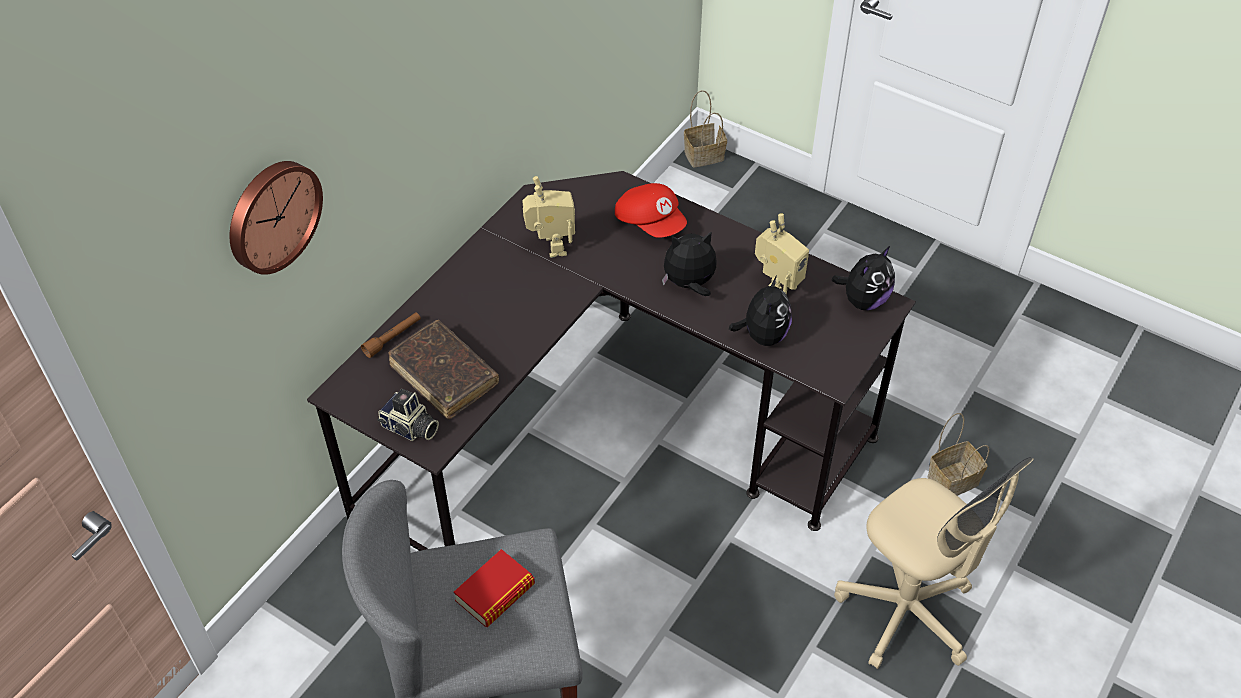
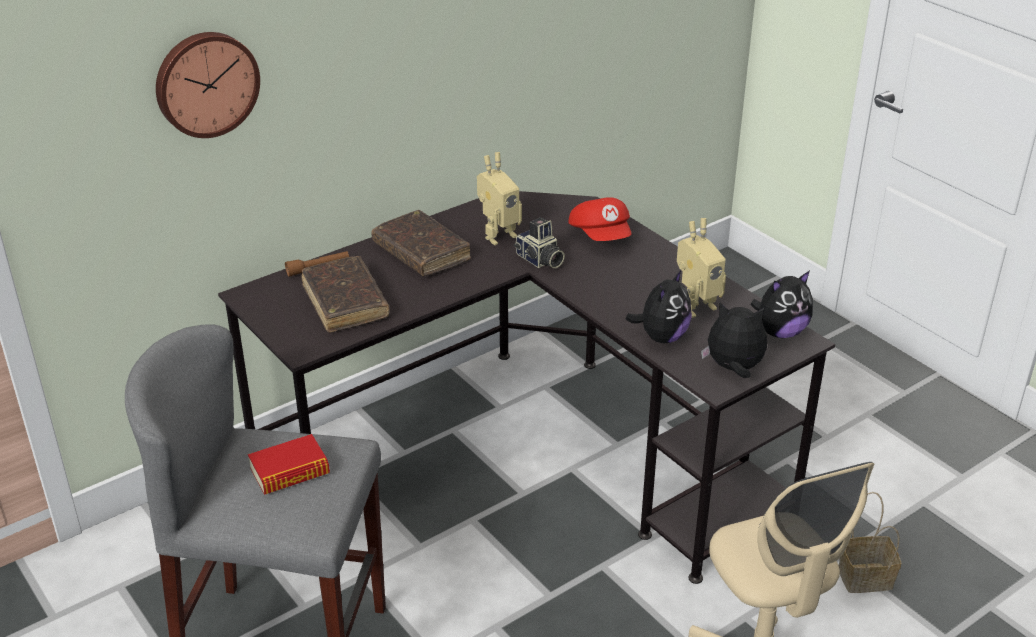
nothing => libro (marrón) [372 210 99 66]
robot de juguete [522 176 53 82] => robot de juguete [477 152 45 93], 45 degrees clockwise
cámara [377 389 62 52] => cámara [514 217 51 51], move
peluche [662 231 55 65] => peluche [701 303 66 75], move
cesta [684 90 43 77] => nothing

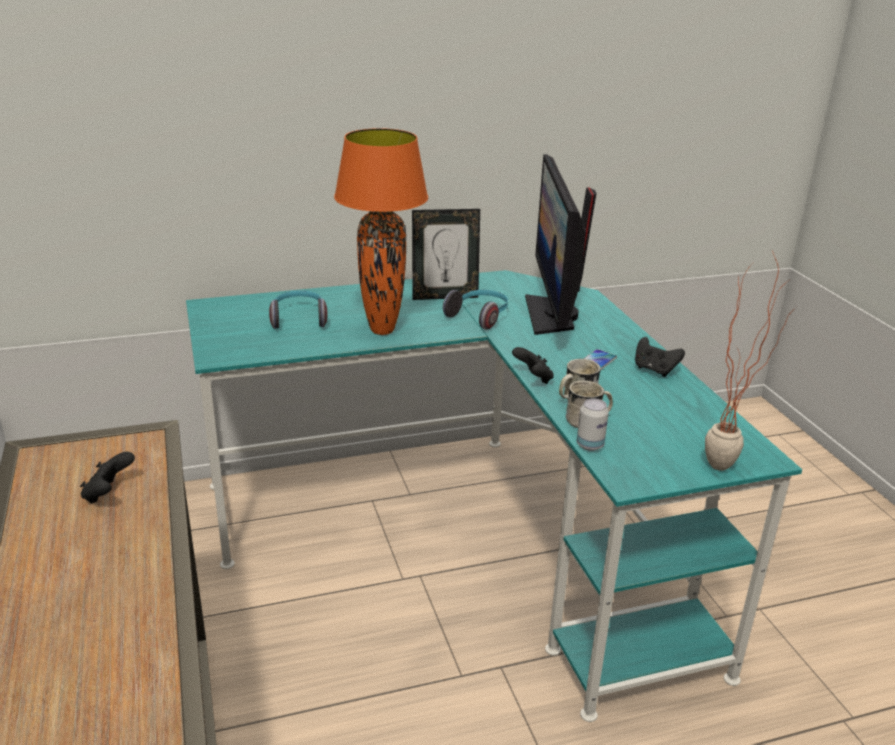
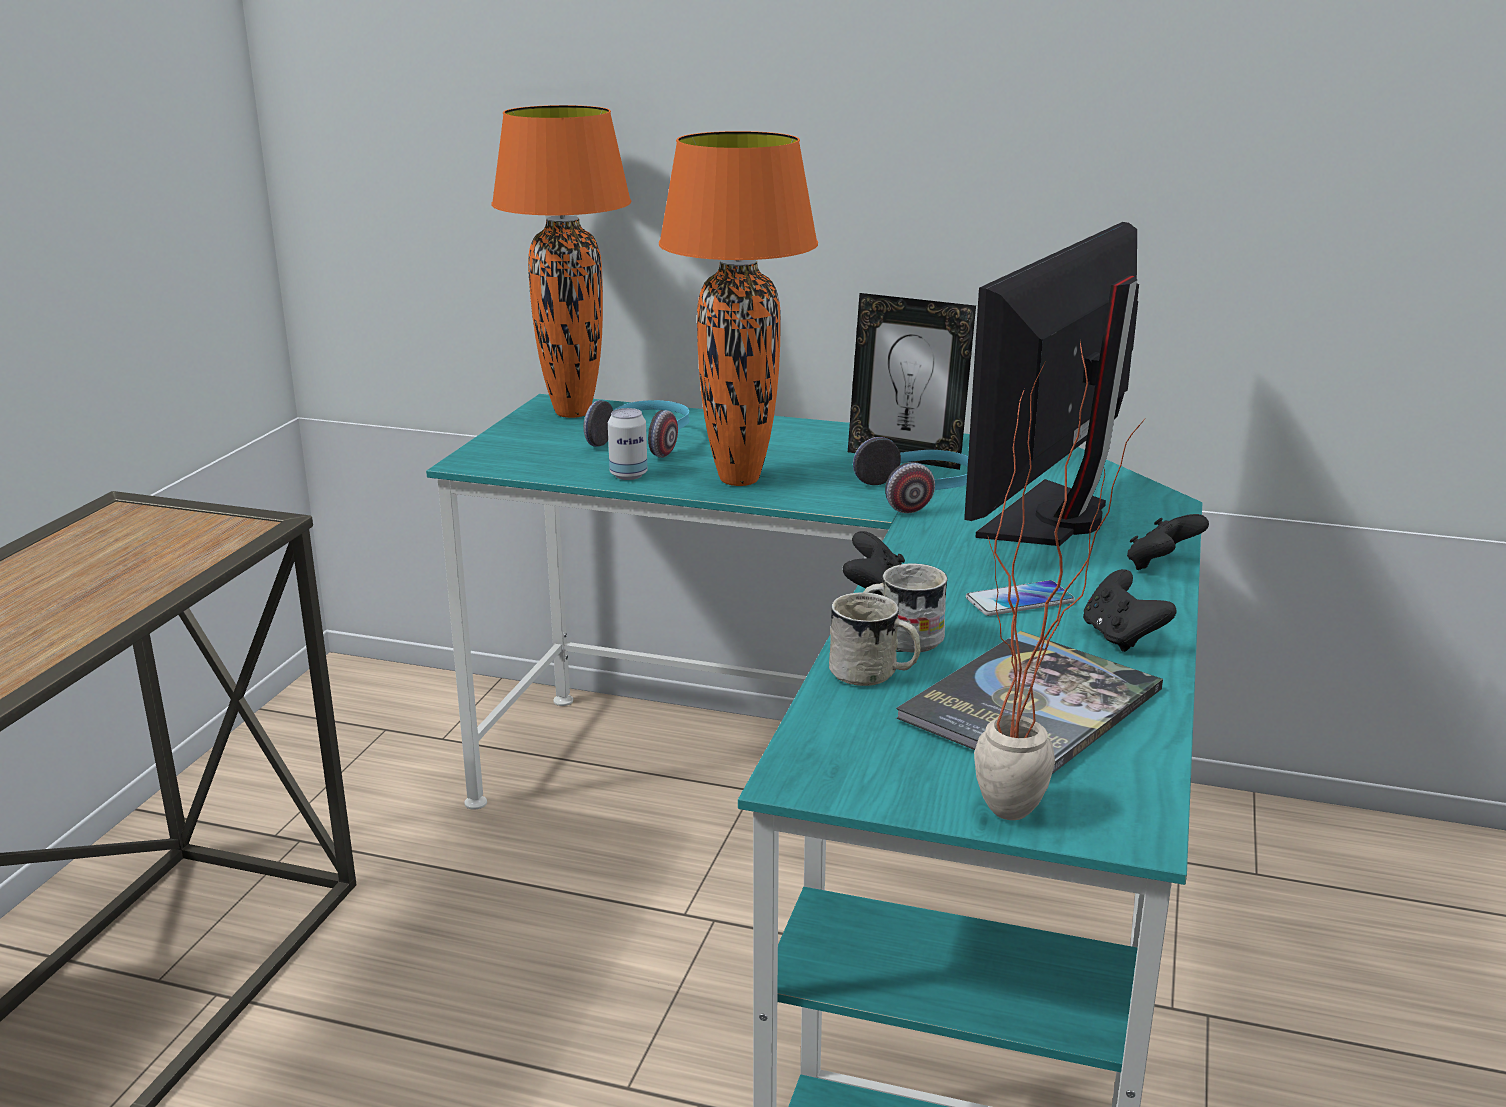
nothing => lámpara de mesa (naranja) [491 105 141 313]
lata [577 398 32 53] => lata [608 408 40 72], move
nothing => libro [896 631 267 143]
mando de consola (negro) [80 452 55 52] => mando de consola (negro) [1127 514 82 56], move

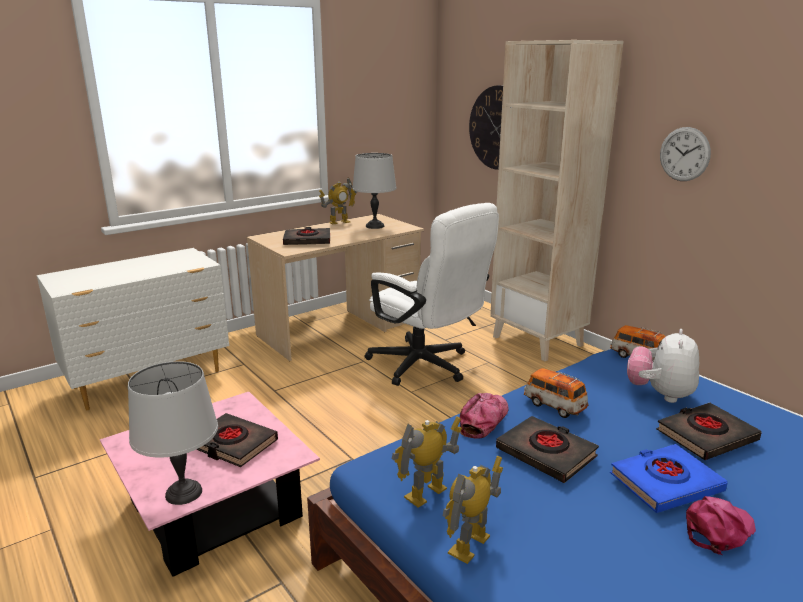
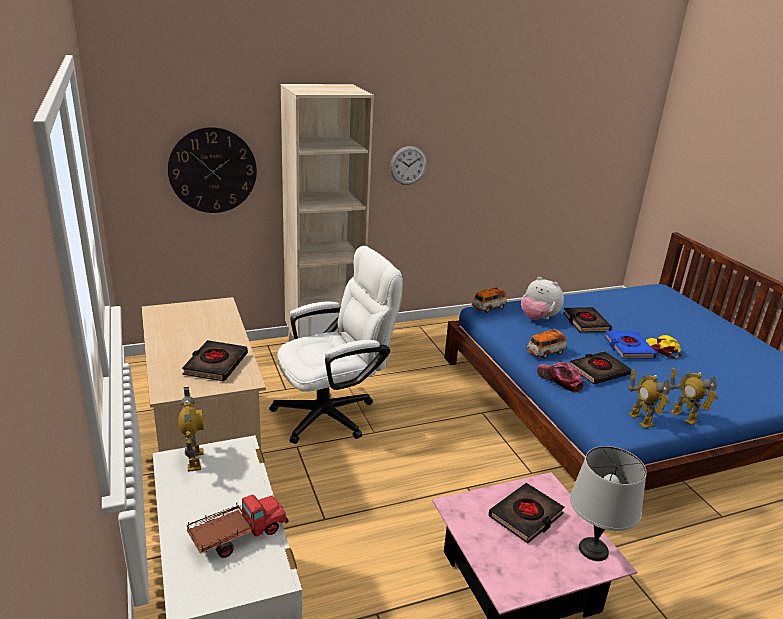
robot de juguete [319 177 38 48] => robot de juguete [178 387 26 85], move
nothing => camión de juguete [187 494 102 64]
gorra (rosa) [686 496 70 59] => gorra (amarillo) [646 335 36 23]
lámpara de mesa (gris) [352 153 45 76] => nothing

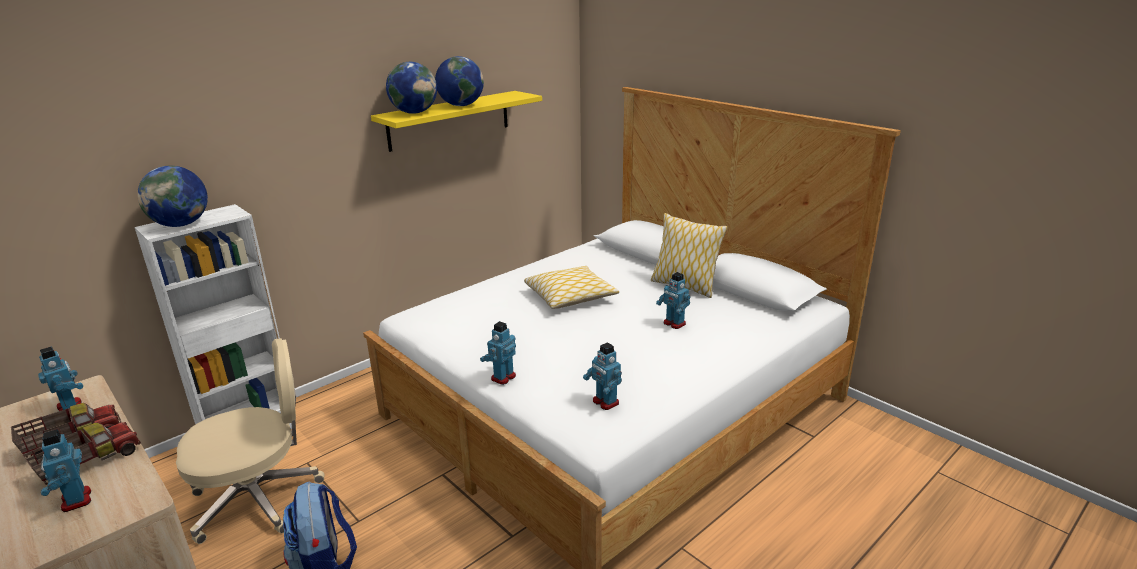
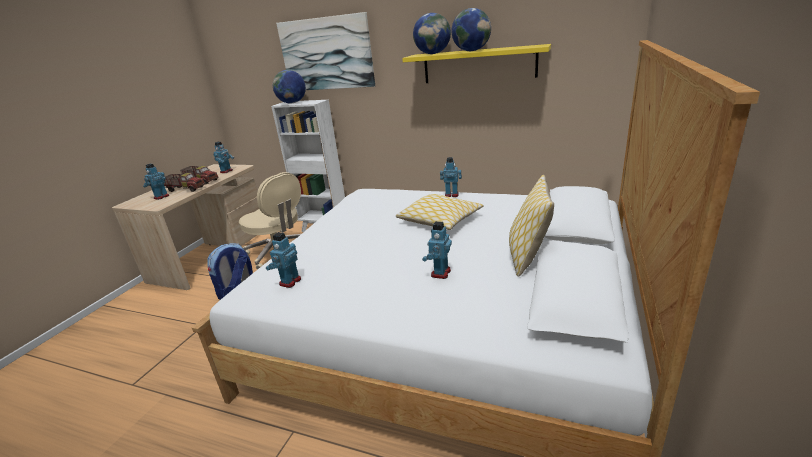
nothing => cuadro [276 12 99 78]
robot de juguete [480 321 36 64] => robot de juguete [440 157 22 40], move

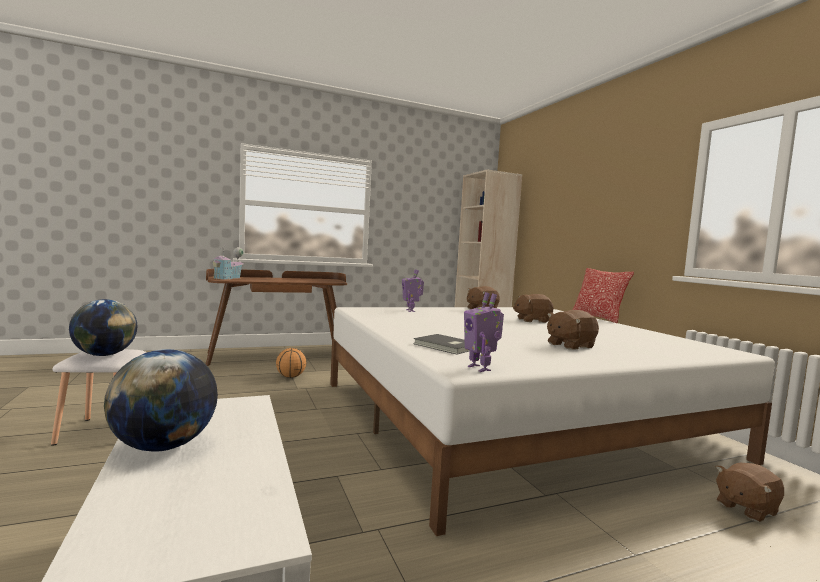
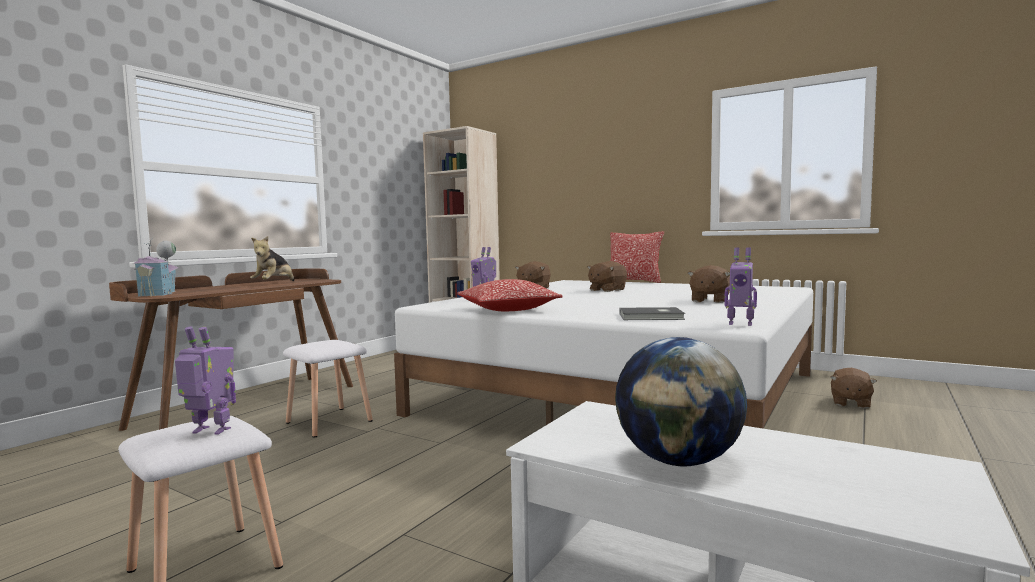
globo terráqueo [69 299 69 57] => robot de juguete [175 327 61 108]
nothing => peluche [250 236 44 45]
balón de baloncesto [276 348 31 30] => taburete (blanco) [283 340 90 98]
nothing => cojín [457 279 106 32]

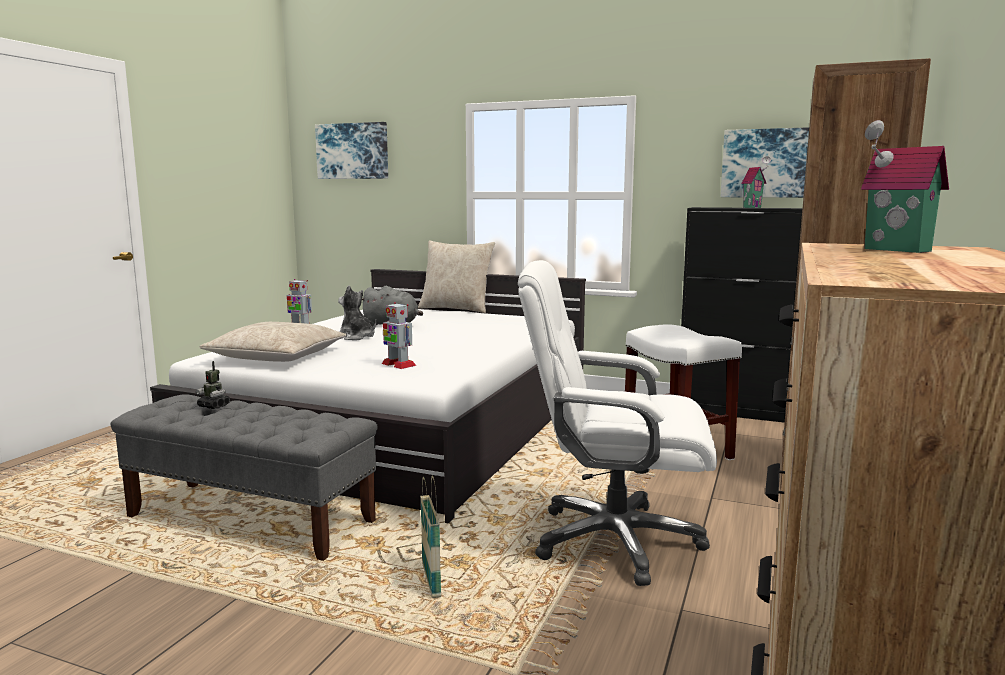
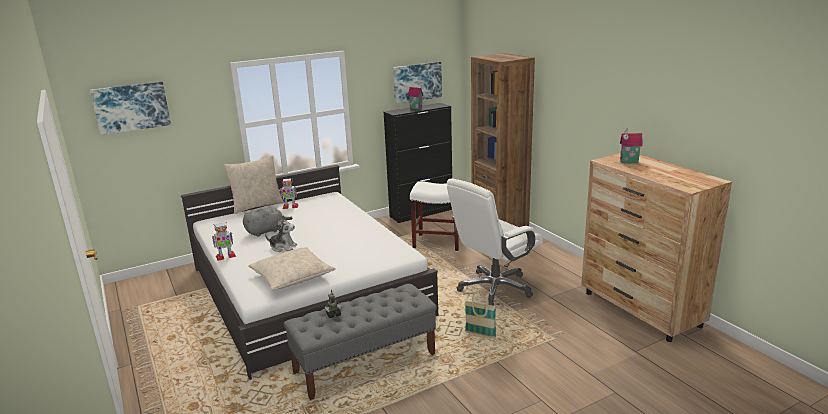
peluche [338 285 38 55] => peluche [265 215 32 37], 150 degrees counterclockwise
robot de juguete [382 302 34 67] => robot de juguete [280 178 19 31], move

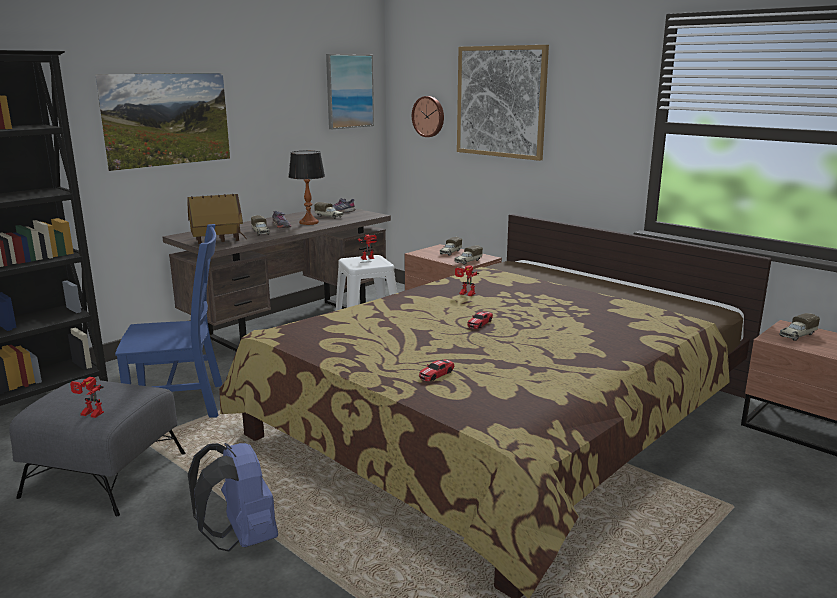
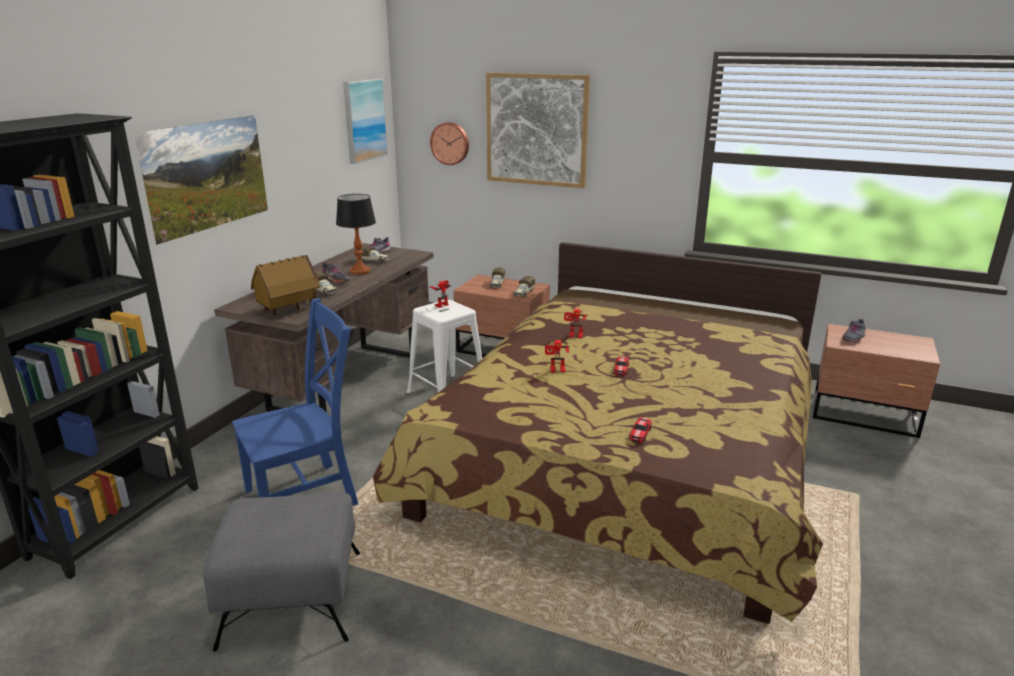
robot de juguete [70 377 34 41] => robot de juguete [545 340 24 32], move
camión de juguete [779 313 41 28] => zapato (gris) [842 319 23 24]
mochila (azul) [188 443 90 109] => nothing

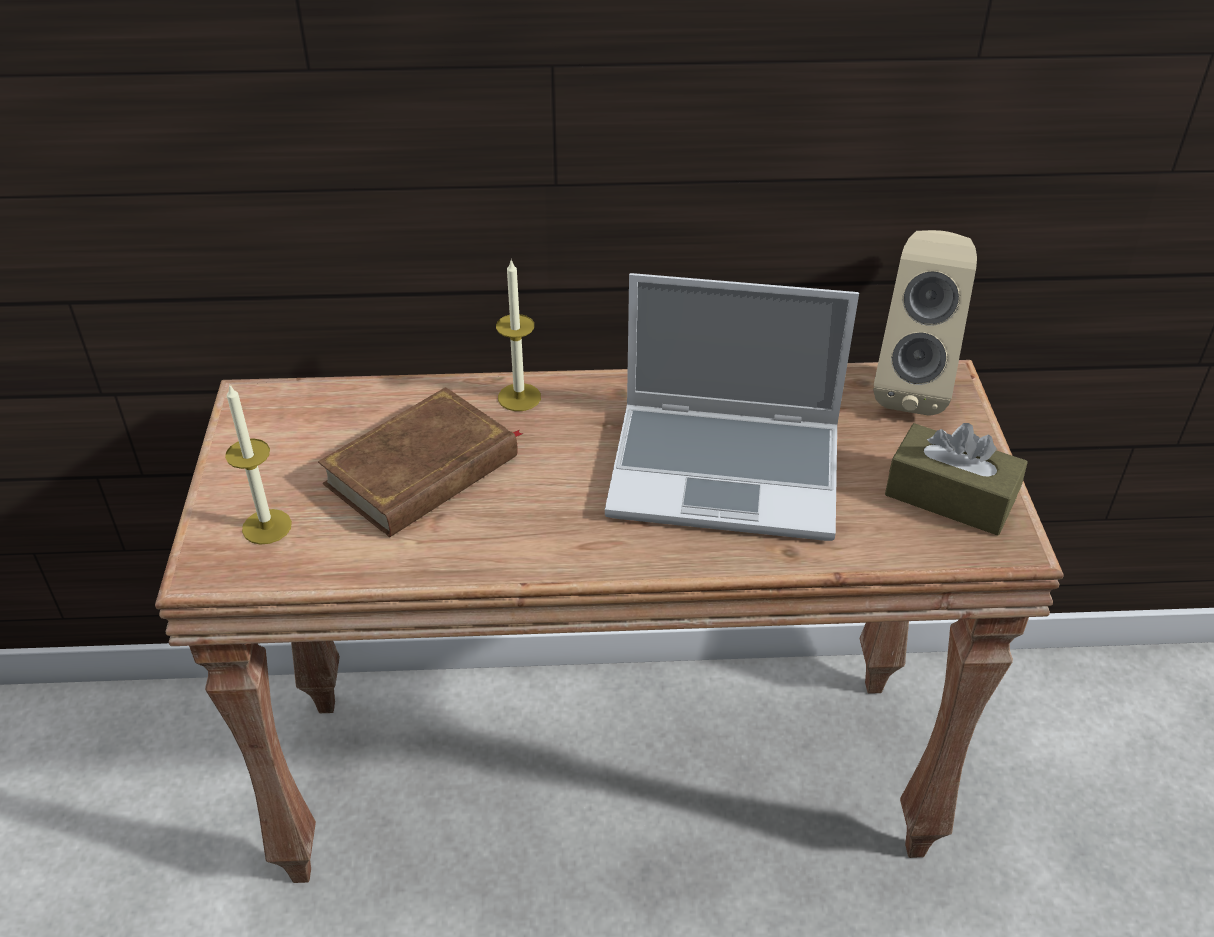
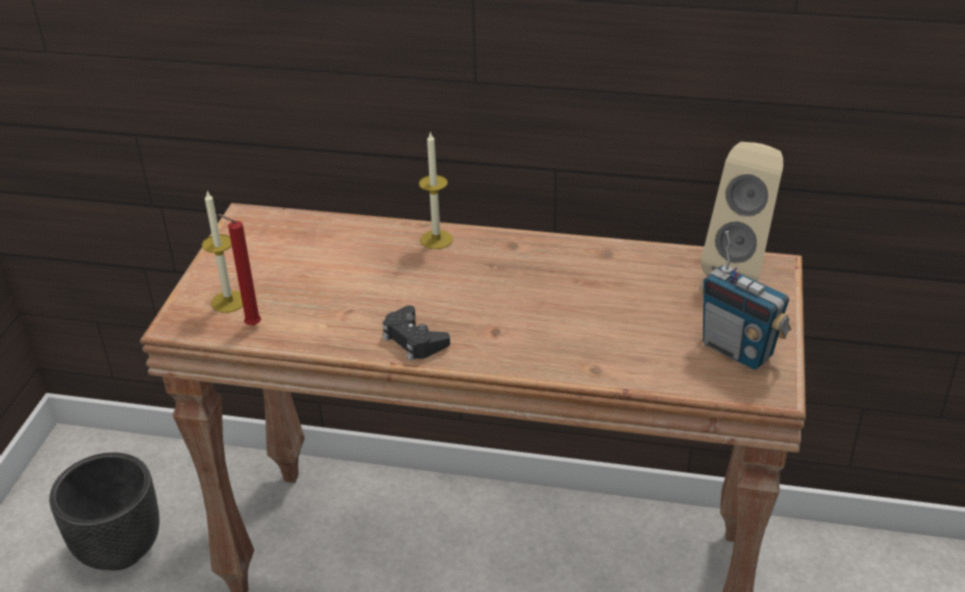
nothing => maceta (negro) [49 452 111 119]
nothing => vela (rojo) [217 214 44 112]
nothing => mando de consola (negro) [383 305 67 56]
caja de pañuelos (marrón) [885 423 143 113] => radio [700 231 91 139]
libro (marrón) [318 387 205 150] => nothing
portátil [605 273 254 268] => nothing

